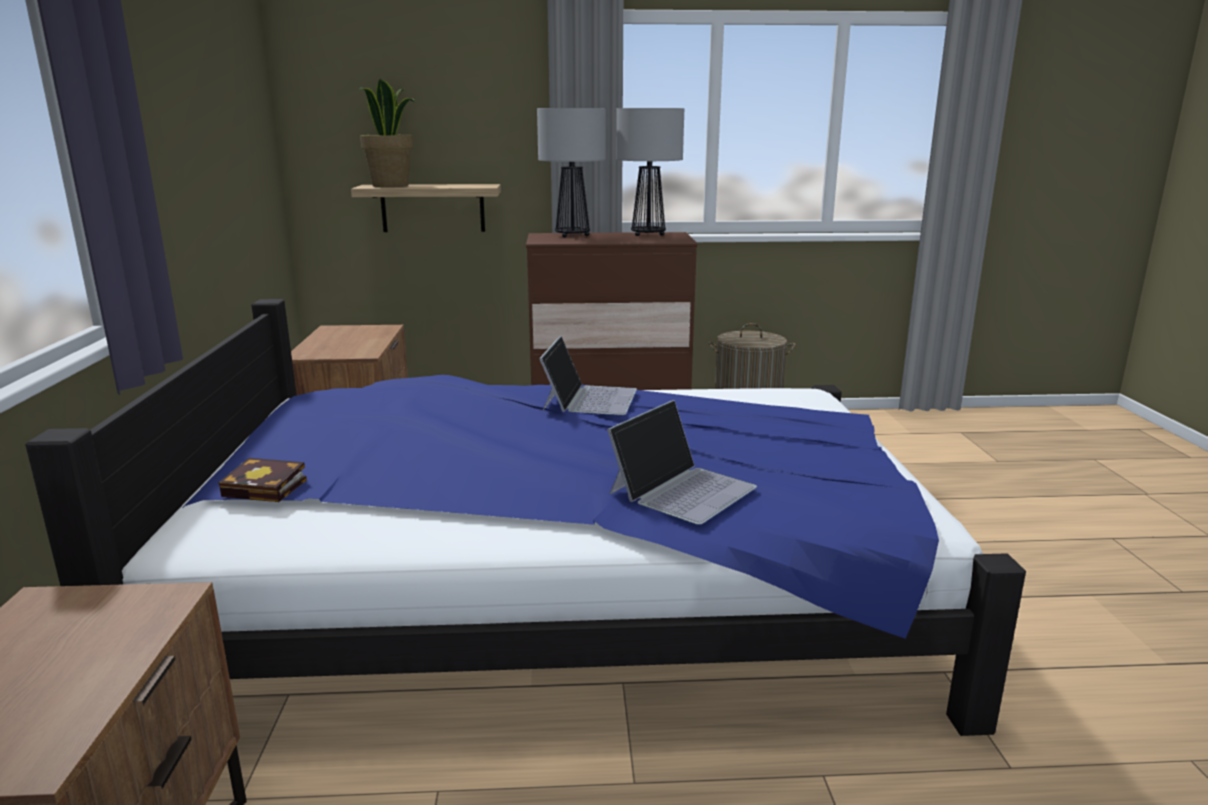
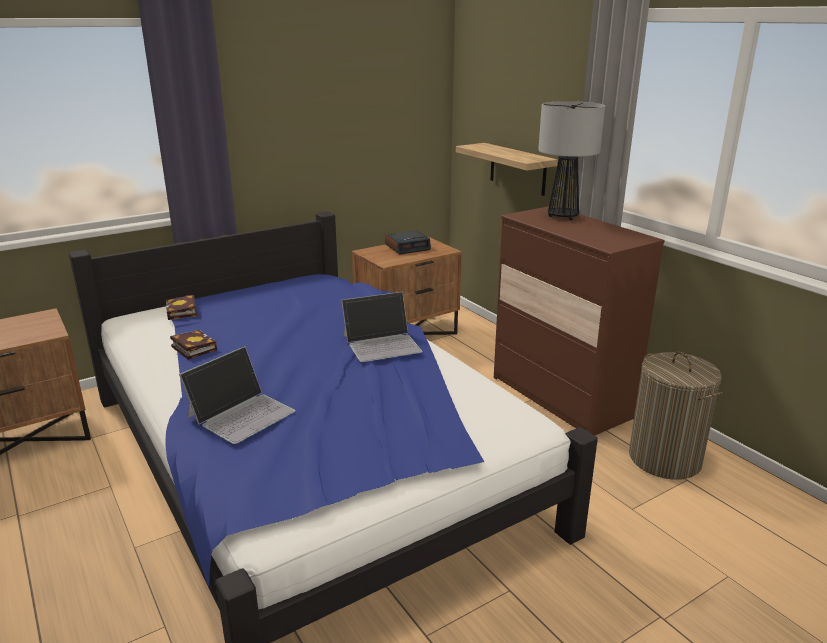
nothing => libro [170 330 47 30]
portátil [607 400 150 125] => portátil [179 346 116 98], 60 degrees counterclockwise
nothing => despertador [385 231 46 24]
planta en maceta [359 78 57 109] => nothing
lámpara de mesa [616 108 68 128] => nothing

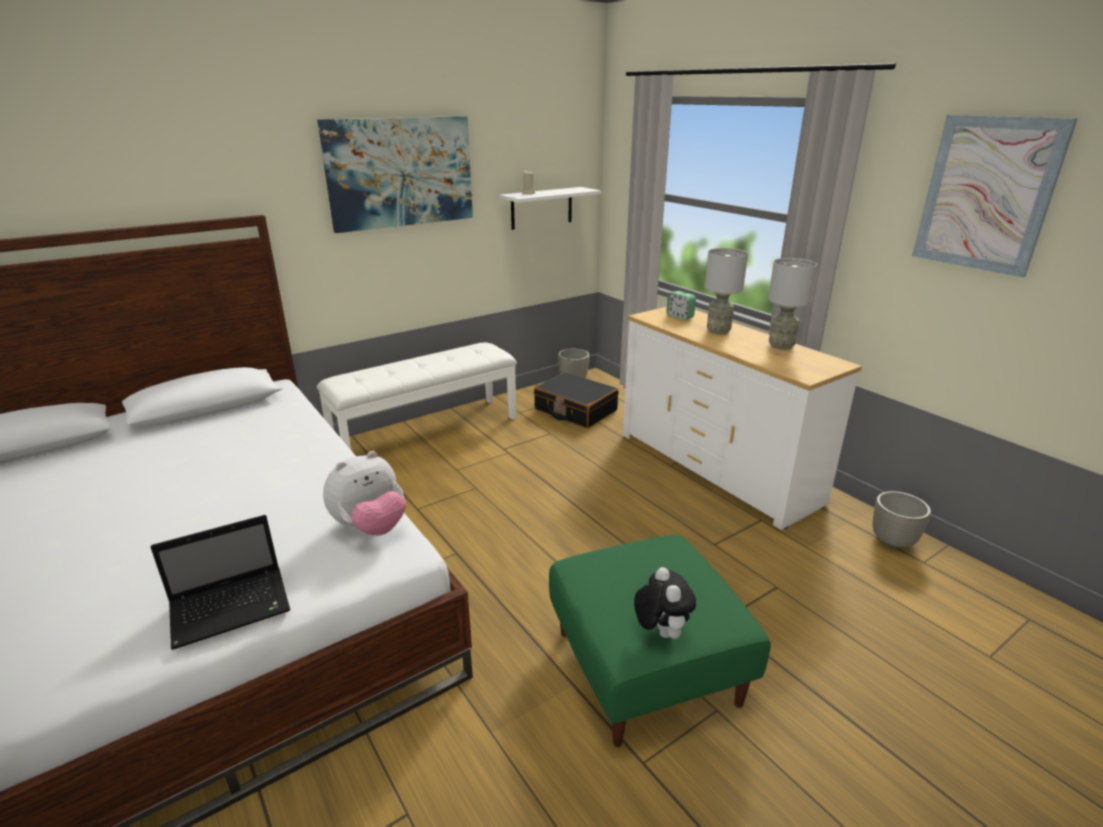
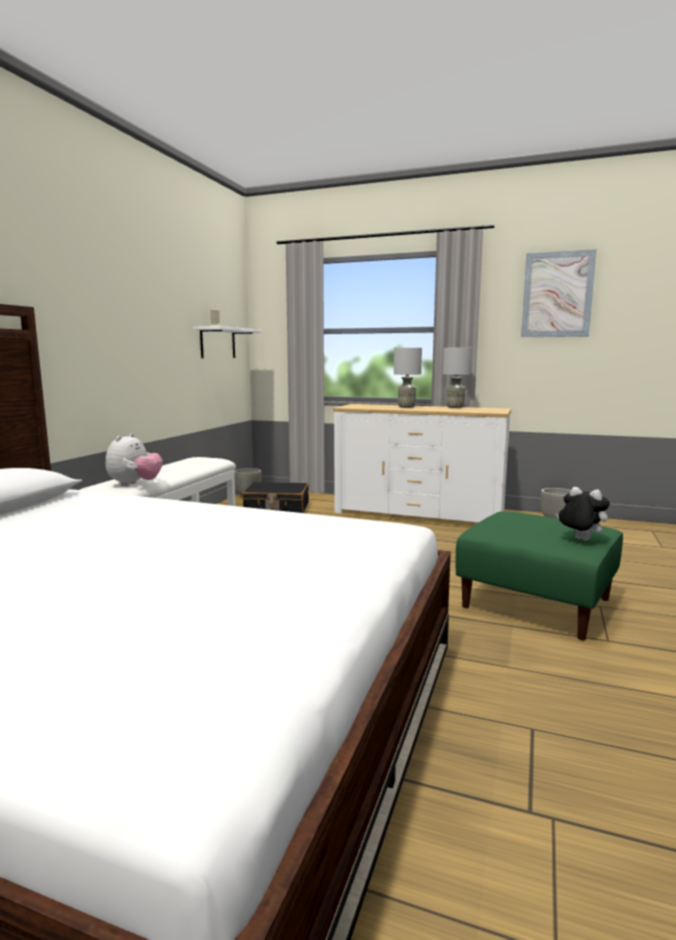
peluche [323 451 83 85] => peluche [106 433 56 53], move
portátil [150 515 140 135] => nothing
cuadro [317 116 156 117] => nothing
despertador [666 291 30 29] => nothing

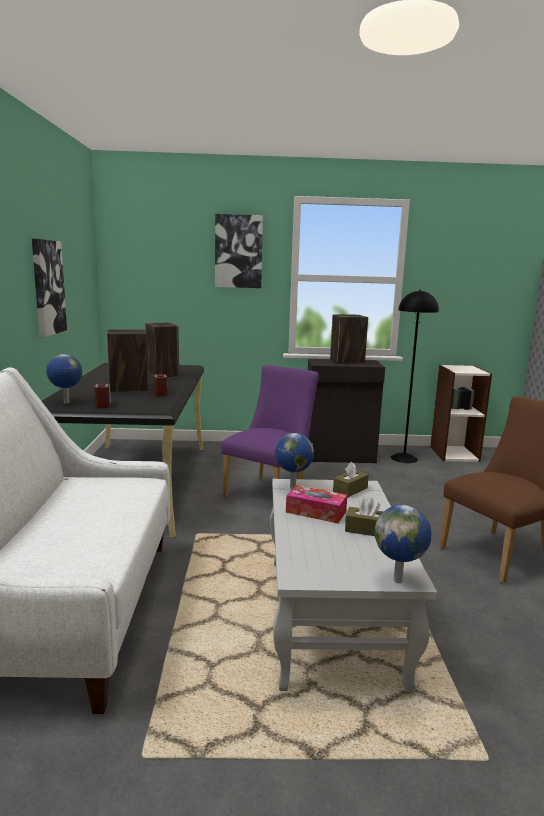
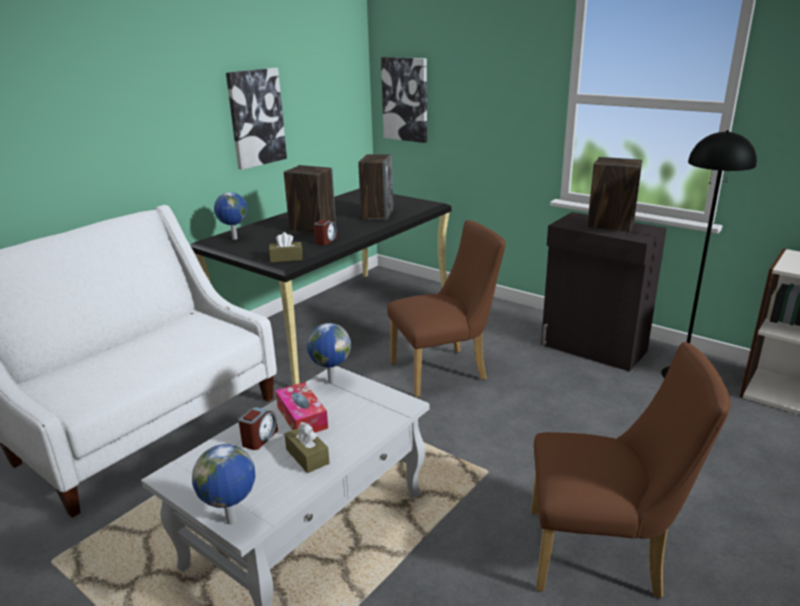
despertador [94 383 17 25] => despertador [238 407 40 43], move
caja de pañuelos (marrón) [333 462 36 35] => caja de pañuelos (marrón) [269 232 33 30], move
cuadro [215 214 48 74] => cuadro [381 57 46 86], move
silla (morado) [221 365 98 133] => silla (marrón) [387 220 118 177]

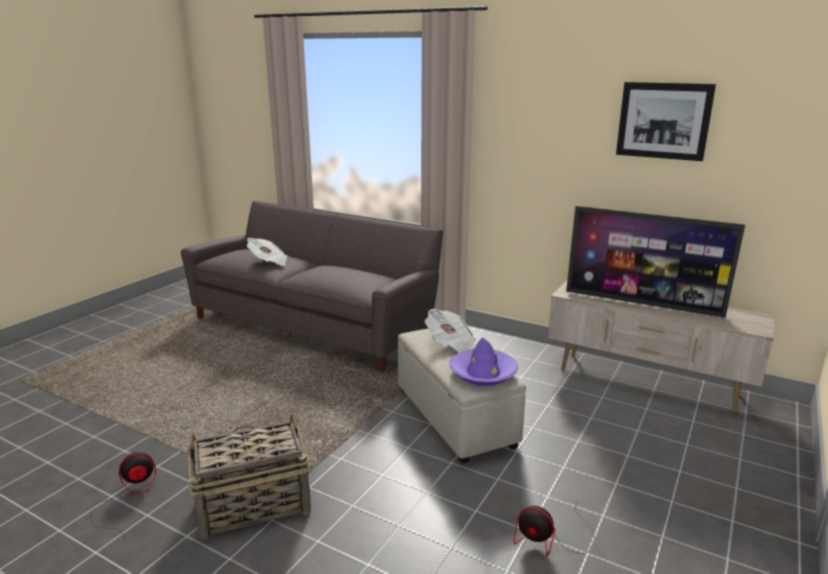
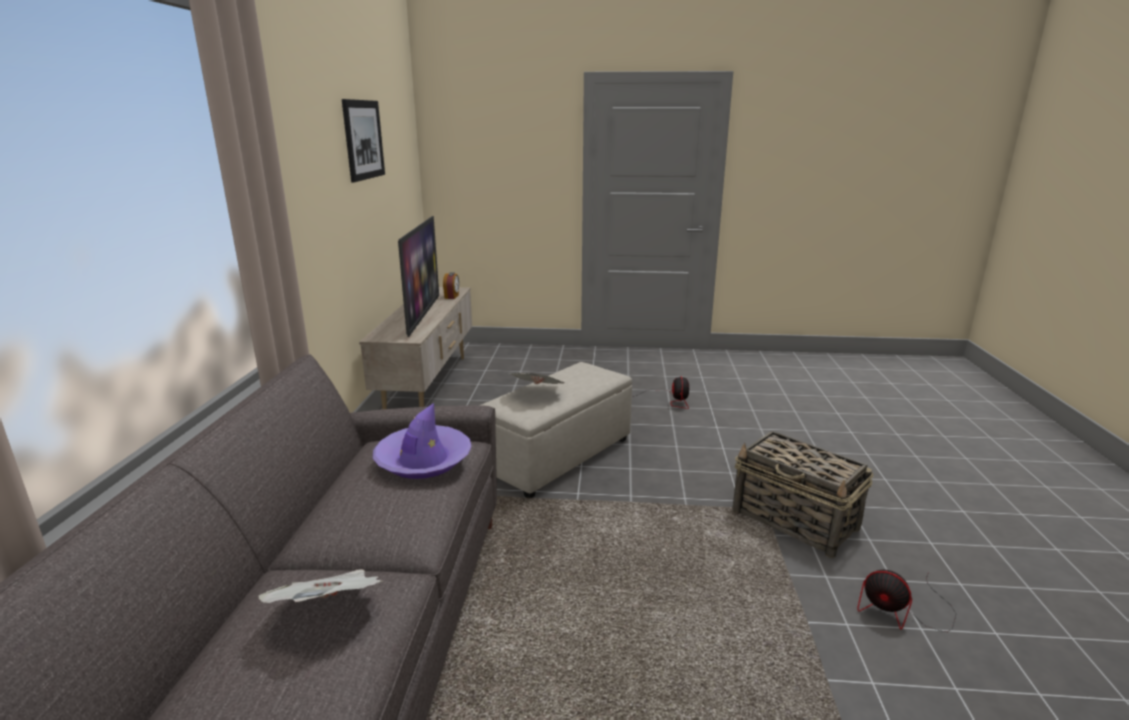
sombrero (morado) [449 337 70 49] => sombrero (morado) [373 403 99 76], move
nothing => despertador [443 272 16 27]

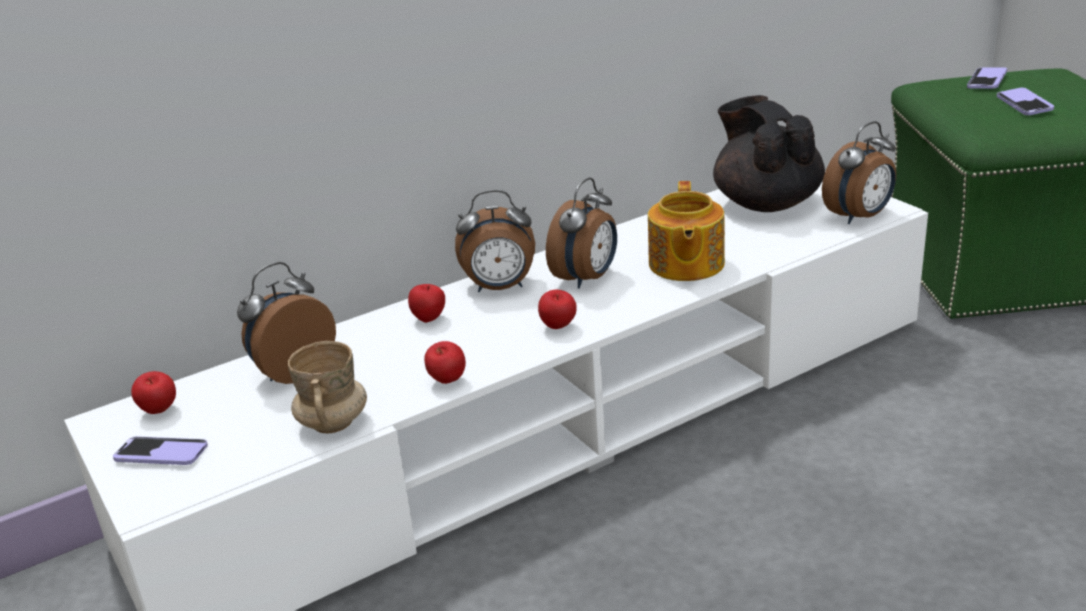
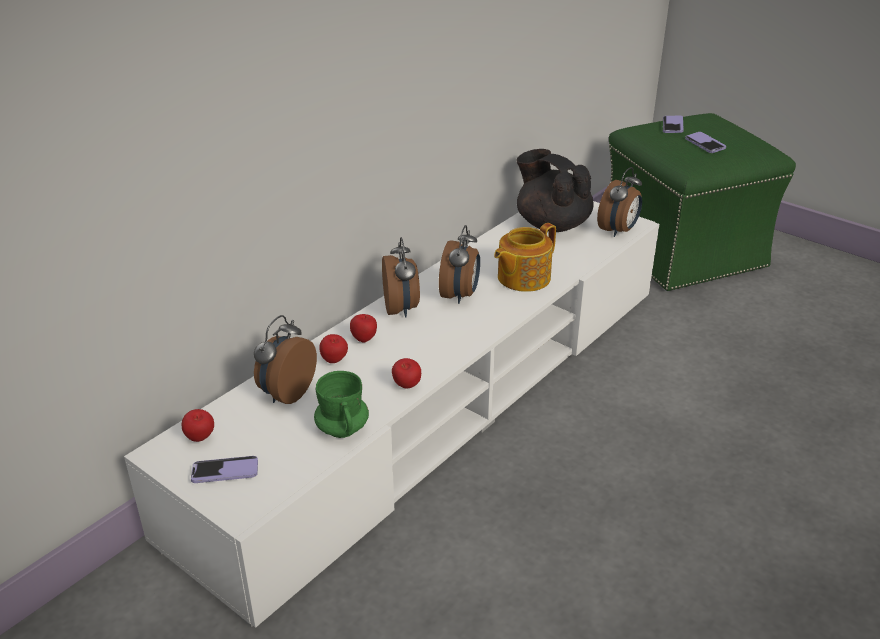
taza grande (beis) [288 341 79 92] => taza grande (verde) [314 371 55 67]
manzana [538 290 39 39] => manzana [319 334 29 29], move
despertador [455 190 80 102] => despertador [382 237 38 81], 75 degrees counterclockwise
tetera [648 181 77 100] => tetera [494 223 62 69], 60 degrees clockwise

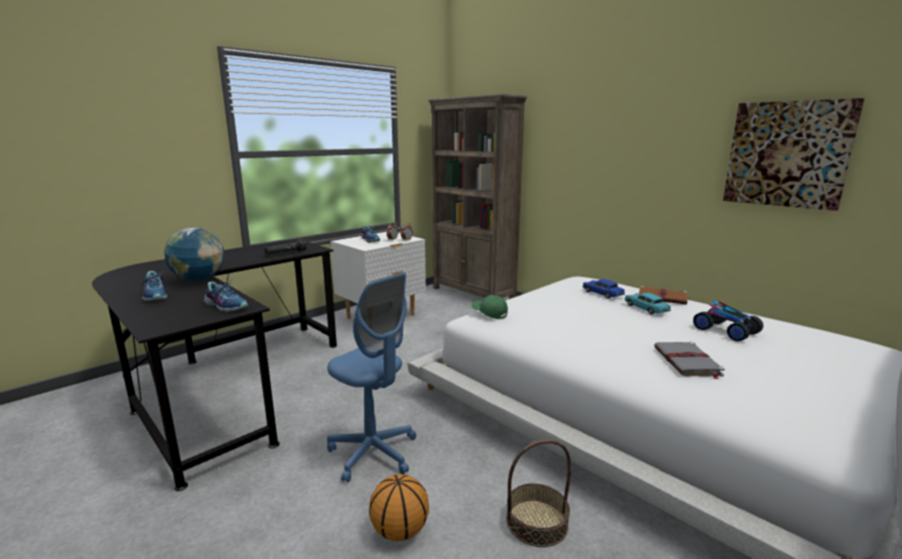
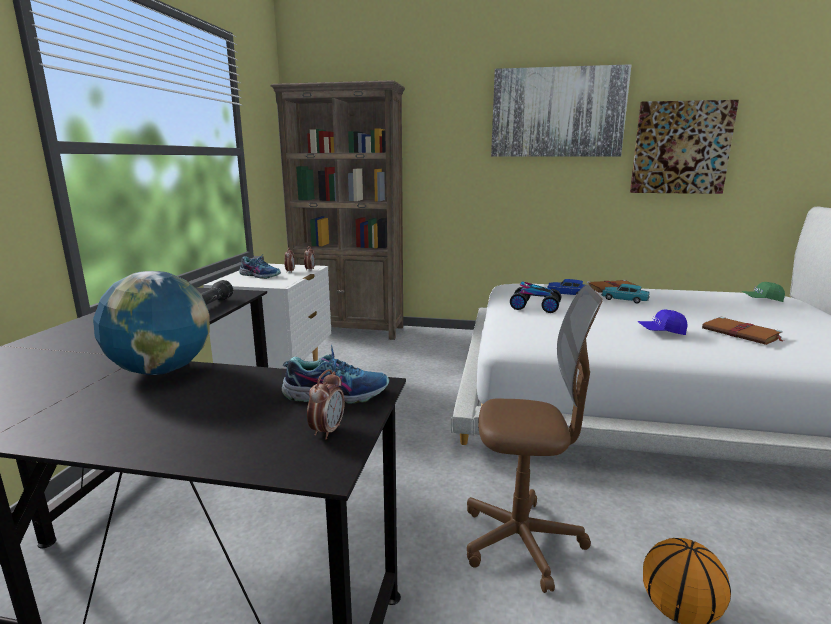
nothing => despertador [307 369 38 71]
silla de oficina (azul) [327 273 89 210] => silla de oficina (marrón) [467 285 136 308]
nothing => cuadro [491 64 141 93]
coche de juguete [693 301 70 41] => coche de juguete [510 281 51 32], move
nothing => gorra (azul) [638 309 50 26]
libro (gris) [654 342 71 37] => libro (marrón) [702 317 82 28]
gorra (verde) [472 295 36 24] => gorra (verde) [742 282 43 20], move
zapato [141 271 26 31] => nothing
cesta [506 440 65 107] => nothing

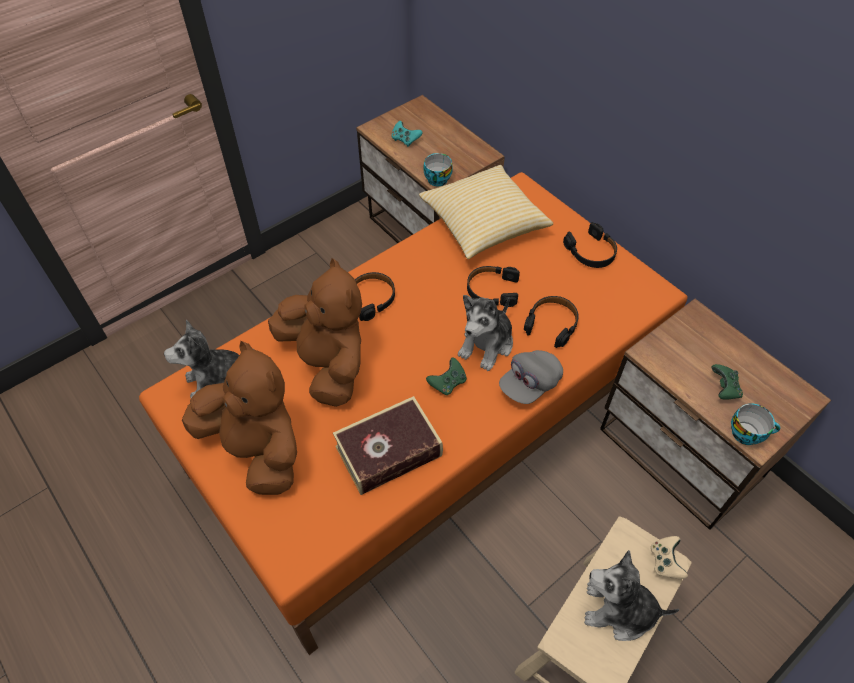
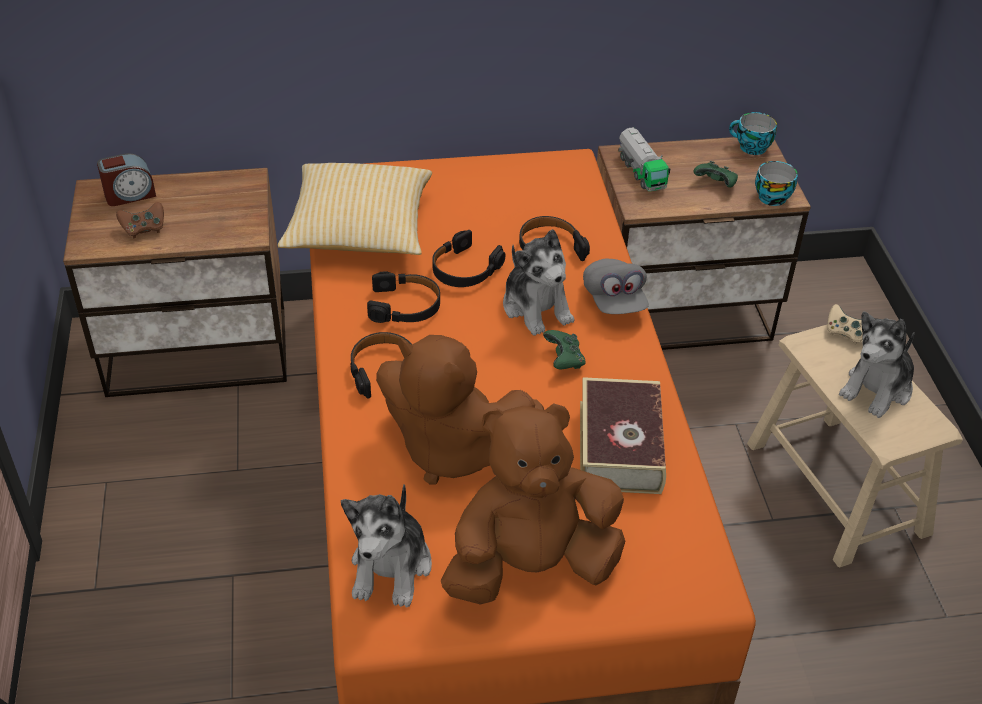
nothing => despertador [97 153 59 53]
mando de consola (turquesa) [391 121 32 26] => mando de consola (marrón) [116 202 48 36]
auriculares (negro) [563 222 54 46] => auriculares (negro) [367 271 73 52], move
peluche (marrón) [268 258 94 149] => peluche (marrón) [376 335 168 149], 150 degrees counterclockwise
nothing => camión de juguete [619 127 51 64]
taza [423 153 30 34] => taza [729 112 48 43], move

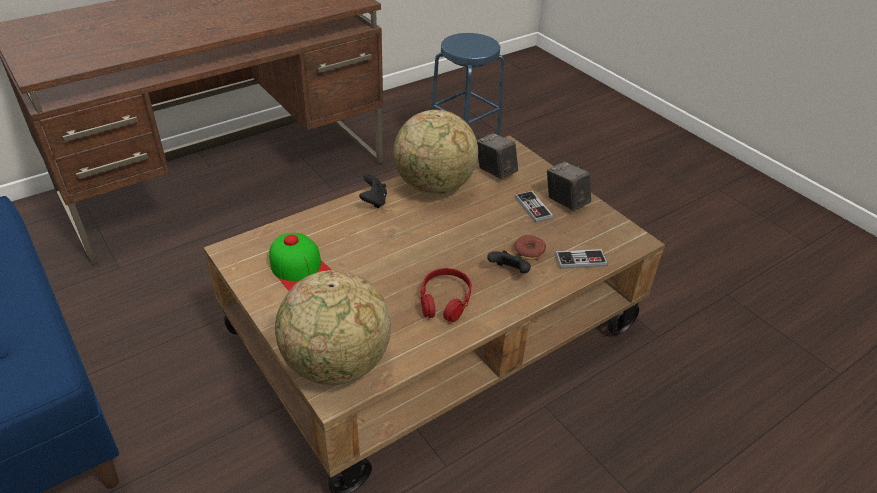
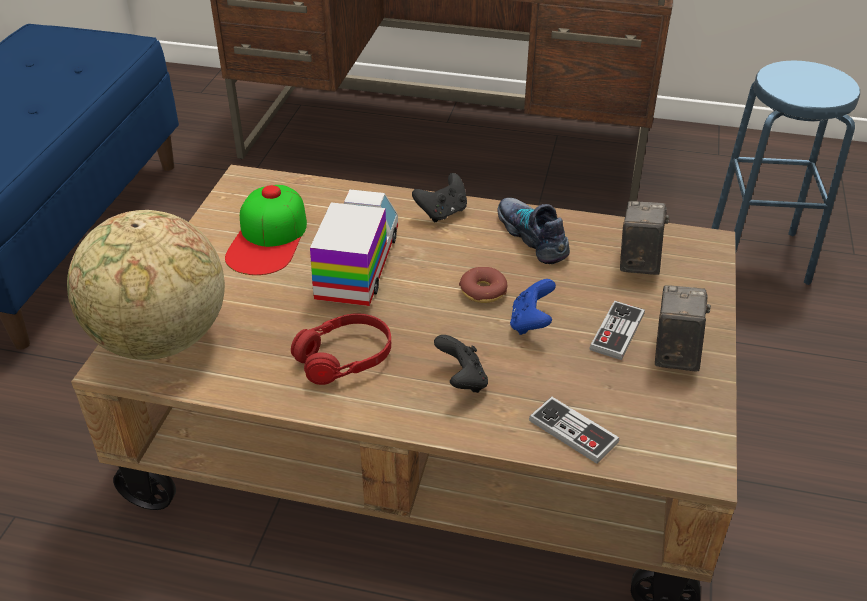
nothing => camión de juguete [310 190 88 116]
rosquilla [514 235 32 25] => rosquilla [459 267 48 36], move
globo terráqueo [394 110 84 85] => zapato [497 198 73 66]
nothing => mando de consola (azul) [510 279 46 56]

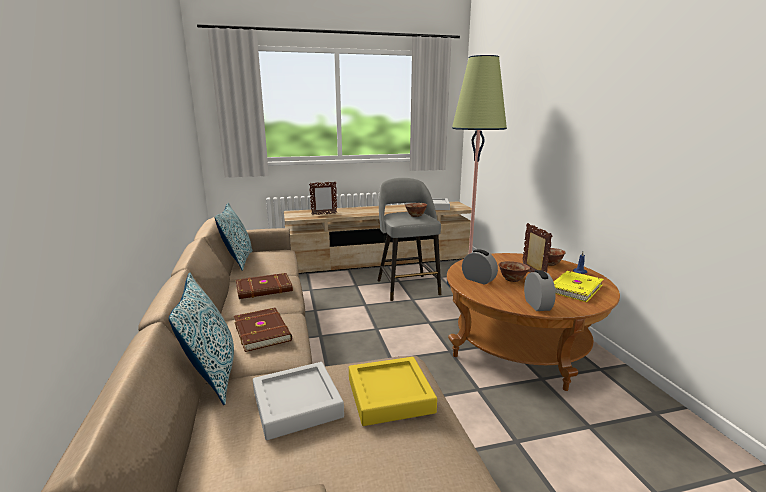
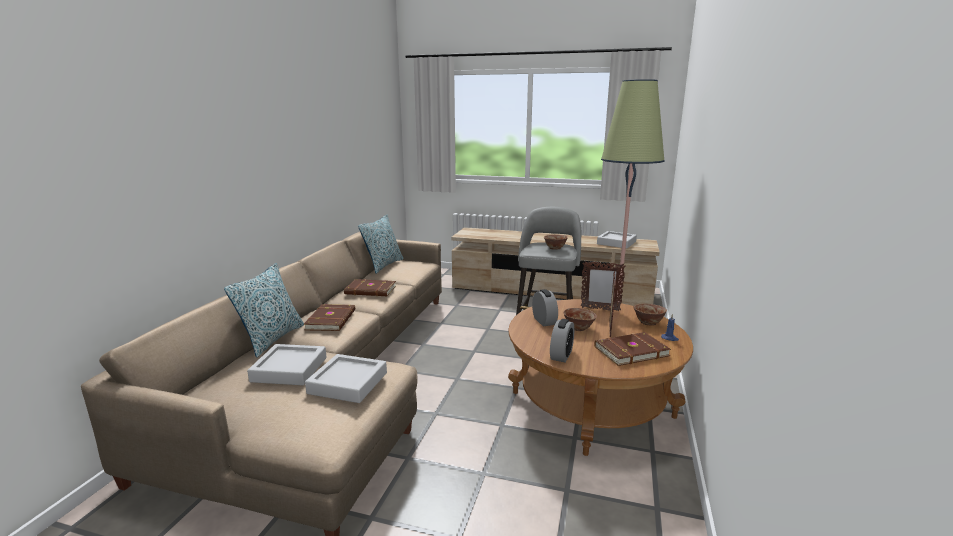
bandeja (amarillo) [349 357 88 69] => bandeja (gris) [305 354 82 49]
portarretratos [309 182 28 33] => portarretratos [581 261 44 50], move
libro (amarillo) [553 271 50 31] => libro (marrón) [594 332 77 34]

